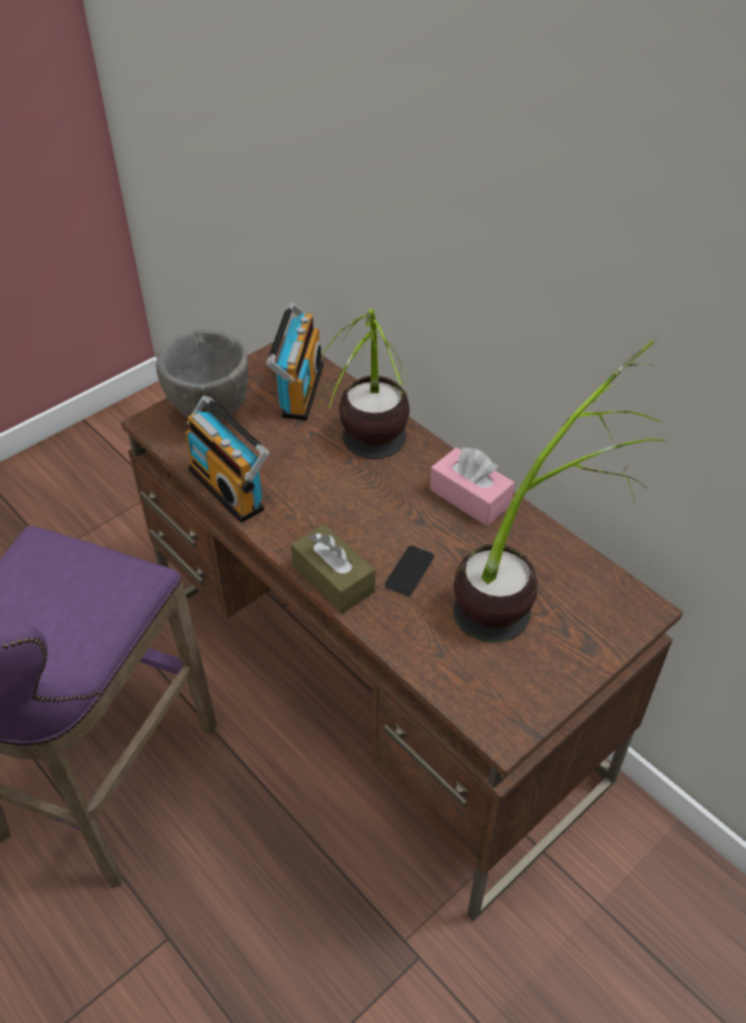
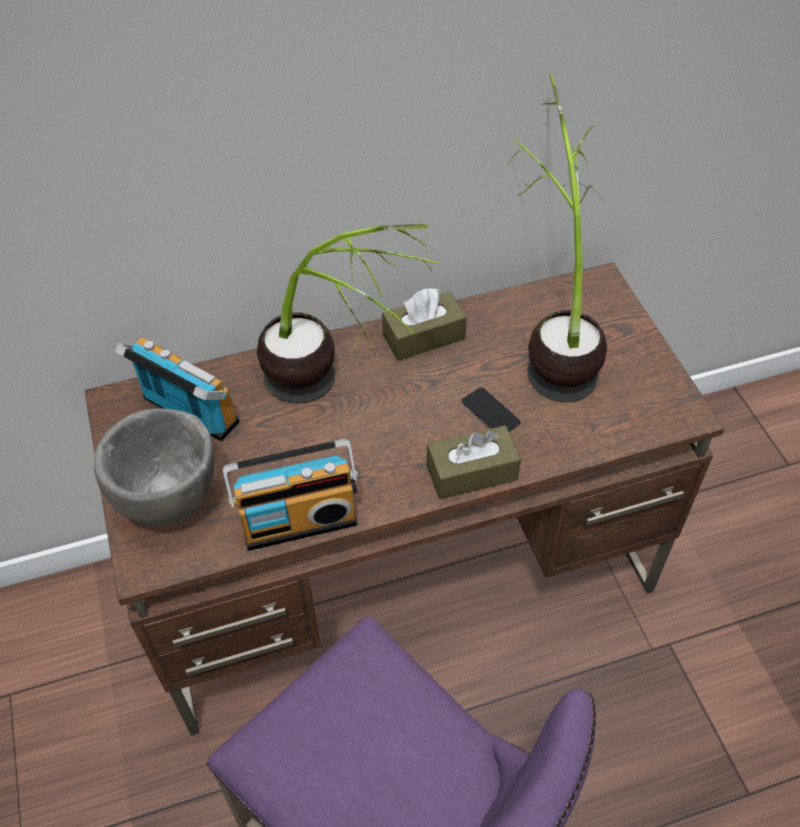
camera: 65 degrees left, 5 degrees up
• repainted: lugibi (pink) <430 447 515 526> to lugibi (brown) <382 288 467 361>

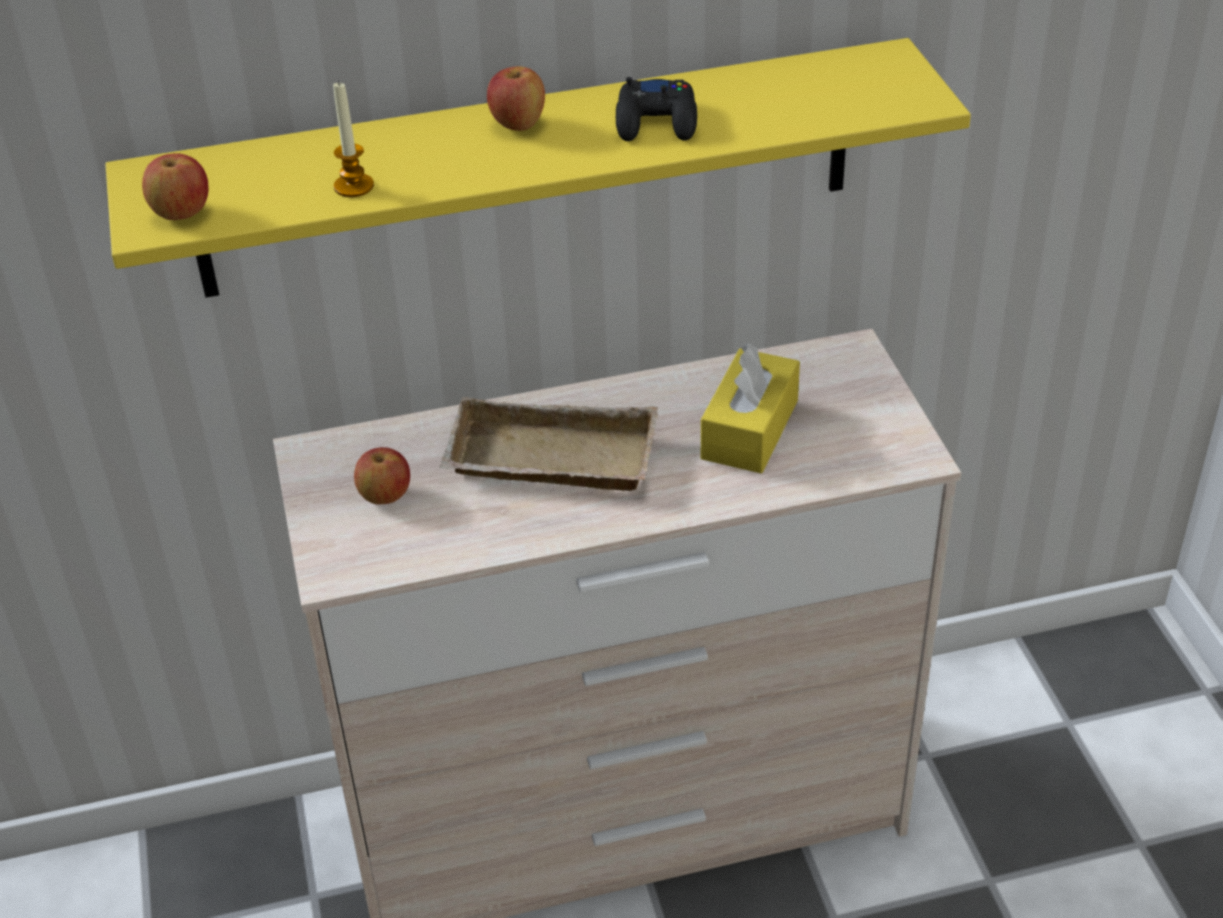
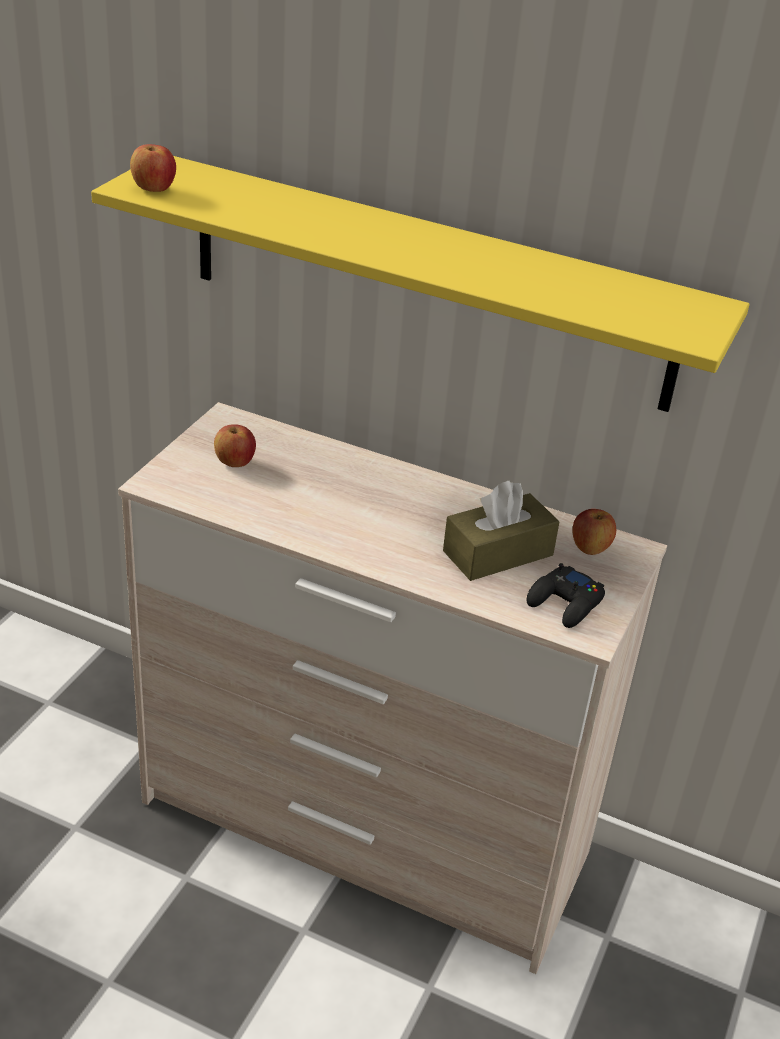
camera: 35 degrees right, 5 degrees down
• gone: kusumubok <333 81 374 197>
• gone: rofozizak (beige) <440 397 658 491>
• shifted: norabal <487 66 545 131> to <573 509 616 555>
• shifted: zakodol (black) <616 77 697 141> to <527 563 605 628>
• repainted: lugibi (yellow) <701 343 800 473> to lugibi (brown) <443 481 560 581>

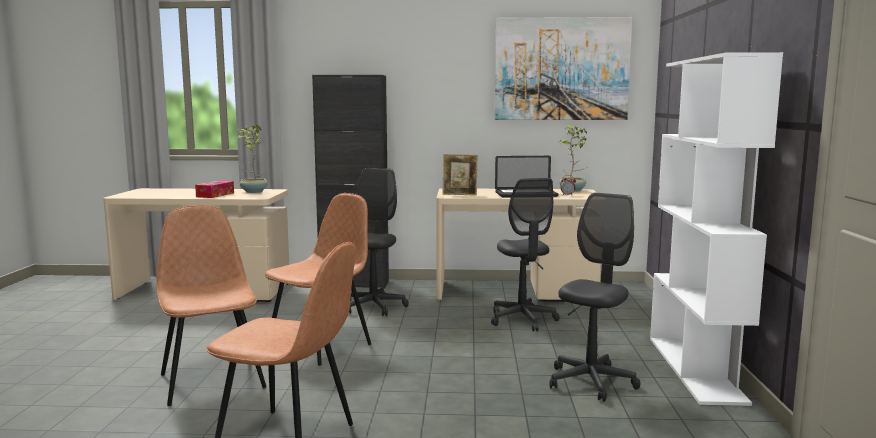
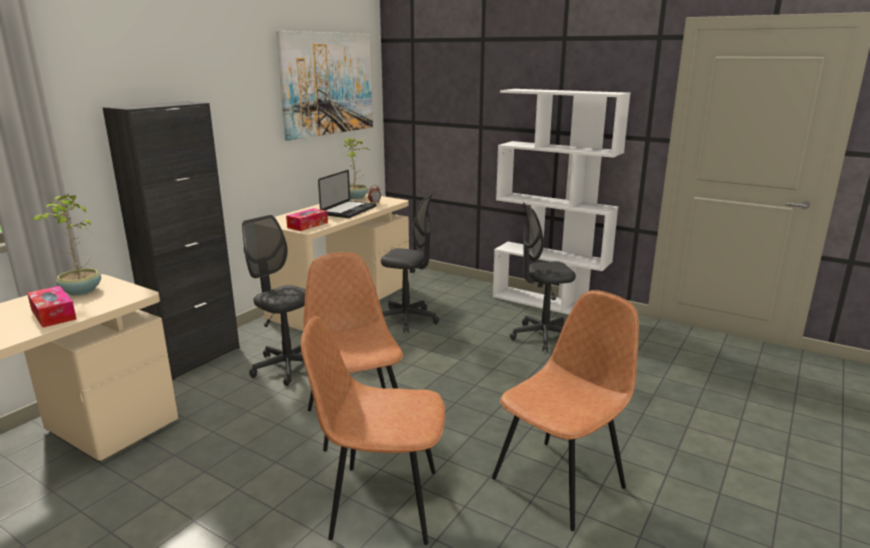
camera: 60 degrees left, 10 degrees up
• swapped: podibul <442 154 478 195> to lugibi <286 208 328 231>
• rotated: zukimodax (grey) <549 193 640 402> = <510 202 576 352> 75 degrees counterclockwise

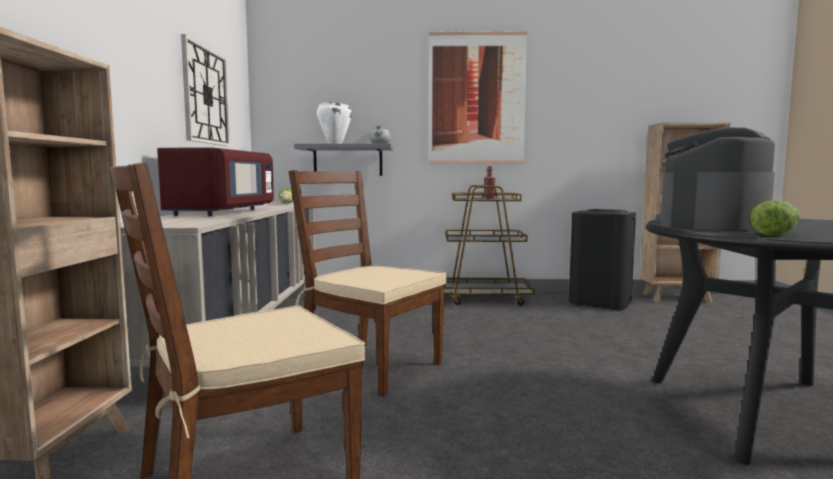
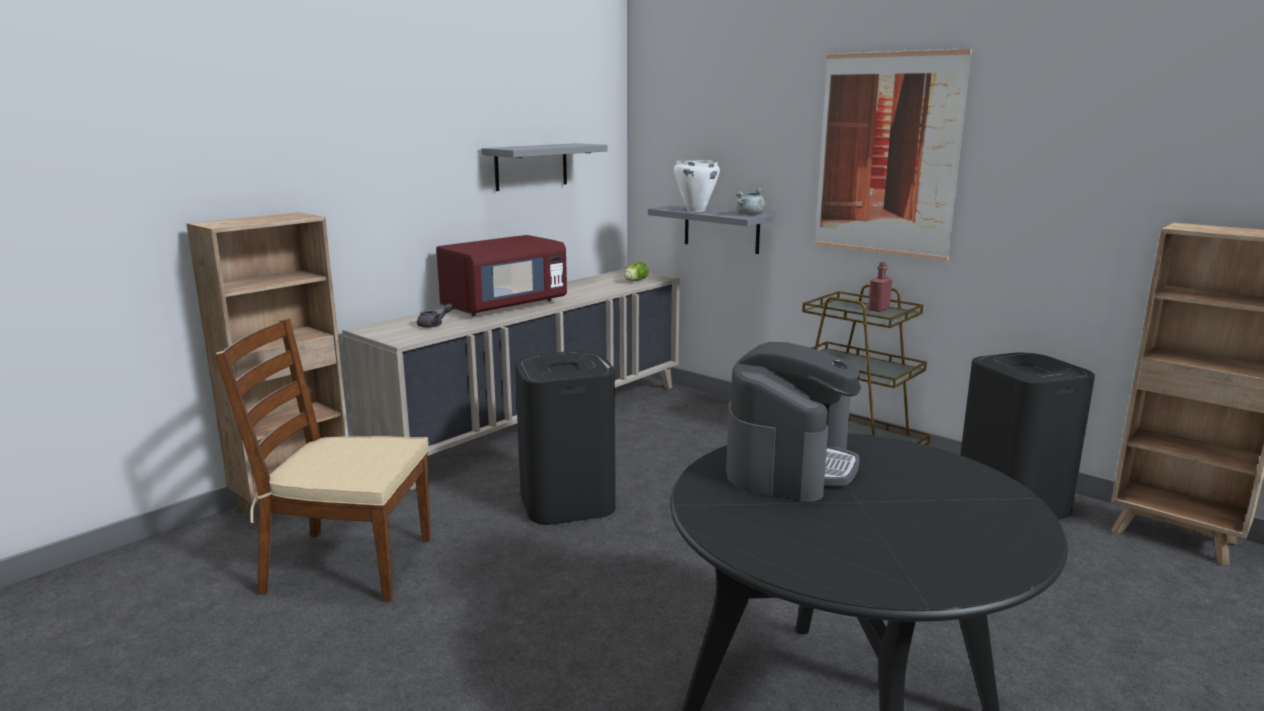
camera: 40 degrees right, 10 degrees up
• swapped: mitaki <181 34 230 146> to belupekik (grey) <481 143 608 191>
• swapped: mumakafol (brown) <289 170 447 396> to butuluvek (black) <515 350 616 525>
• rotated: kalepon <656 127 775 230> = <726 342 861 502> 120 degrees clockwise
• gone: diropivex <750 200 800 236>
• new: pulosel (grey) <417 304 453 328>

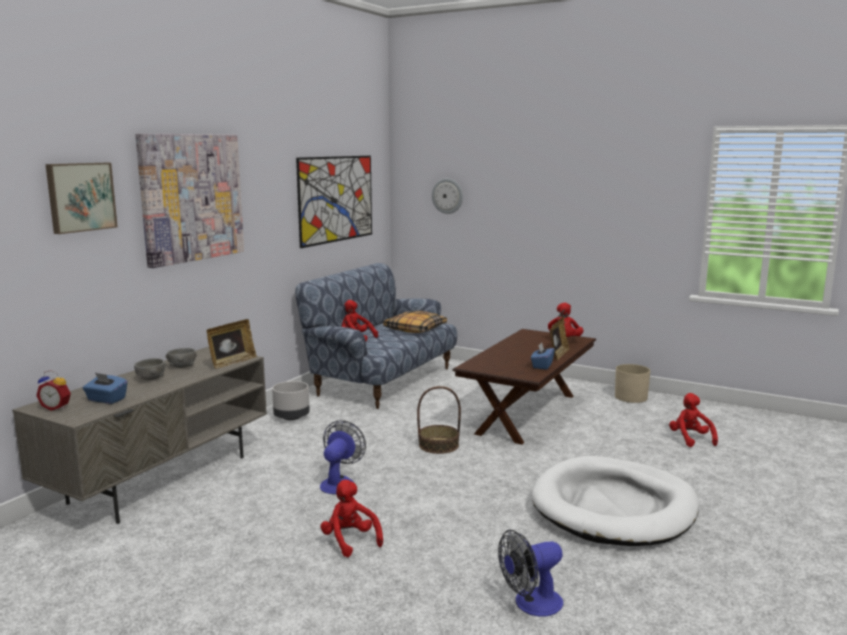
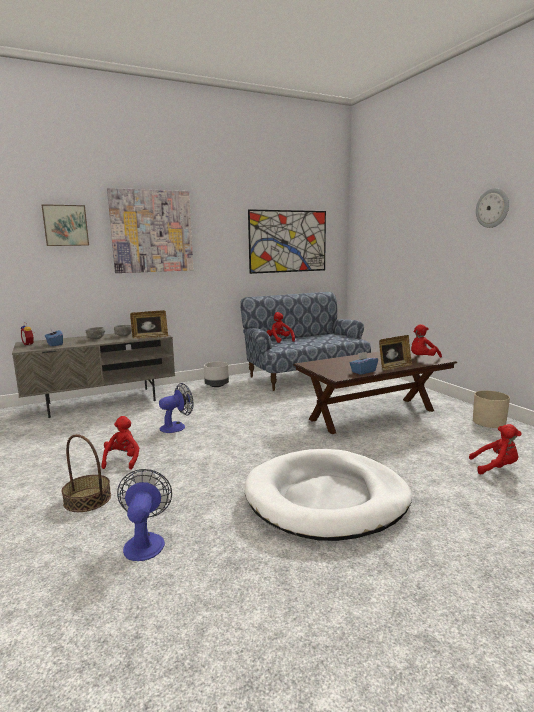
camera: 35 degrees right, 0 degrees up
• gone: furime <383 311 447 333>
• shifted: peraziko <417 386 461 454> to <61 434 111 512>
• shifted: mitaki <432 178 463 214> to <476 188 509 228>
• rotated: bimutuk <498 530 563 616> = <117 469 172 561> 75 degrees clockwise
• rotated: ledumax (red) <669 393 718 447> = <469 424 522 474> 75 degrees clockwise

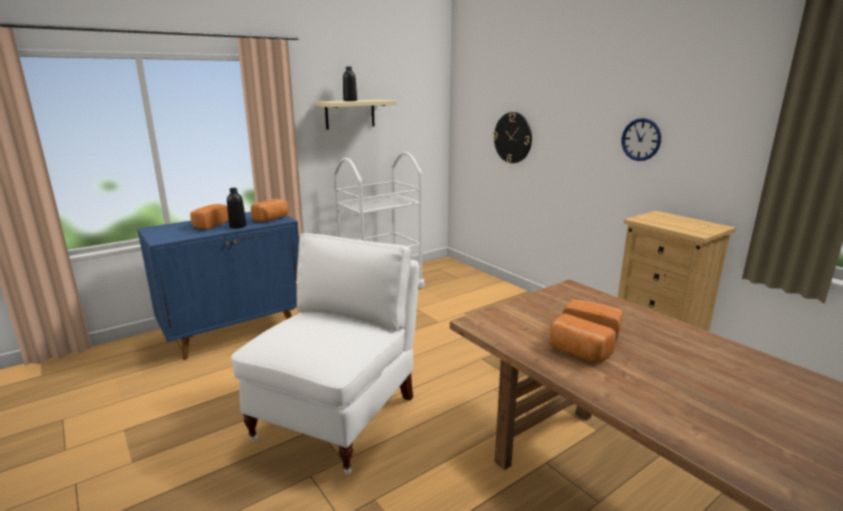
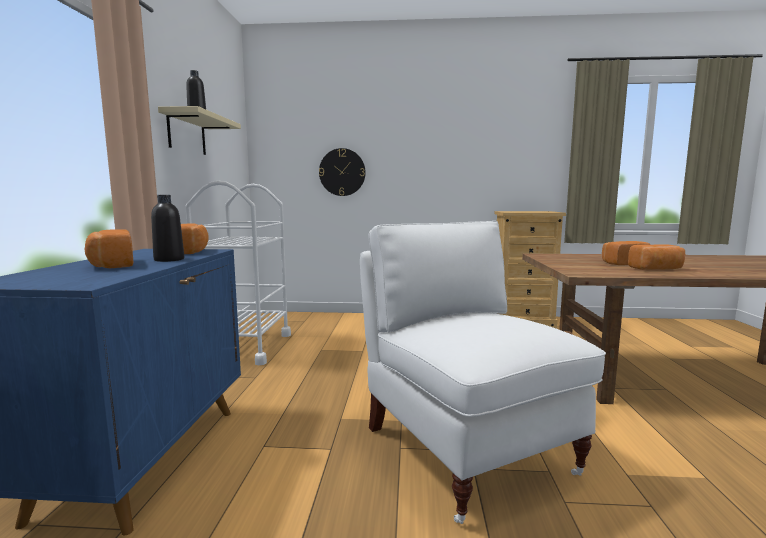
camera: 50 degrees left, 10 degrees down
• gone: mitaki <622 118 661 161>

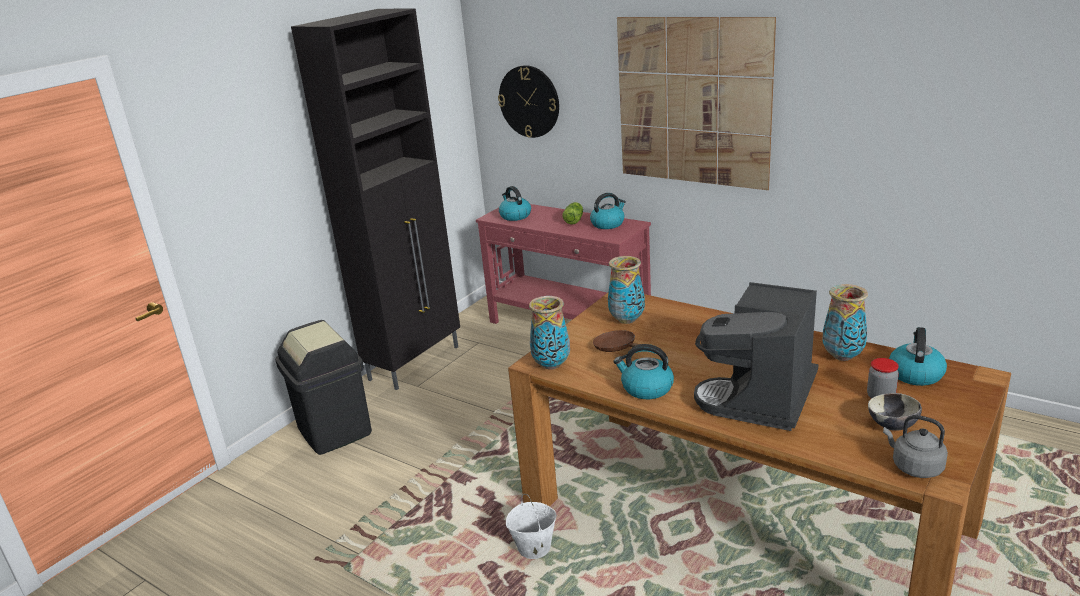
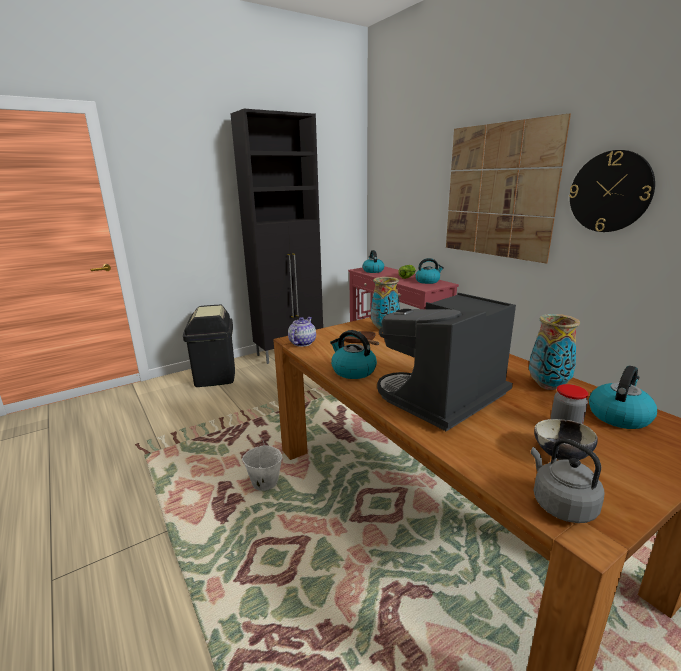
camera: 20 degrees right, 5 degrees down
• shifted: mitaki <498 65 559 138> to <569 150 655 232>
• swapped: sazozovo <529 296 570 370> to pulosel <288 317 316 347>

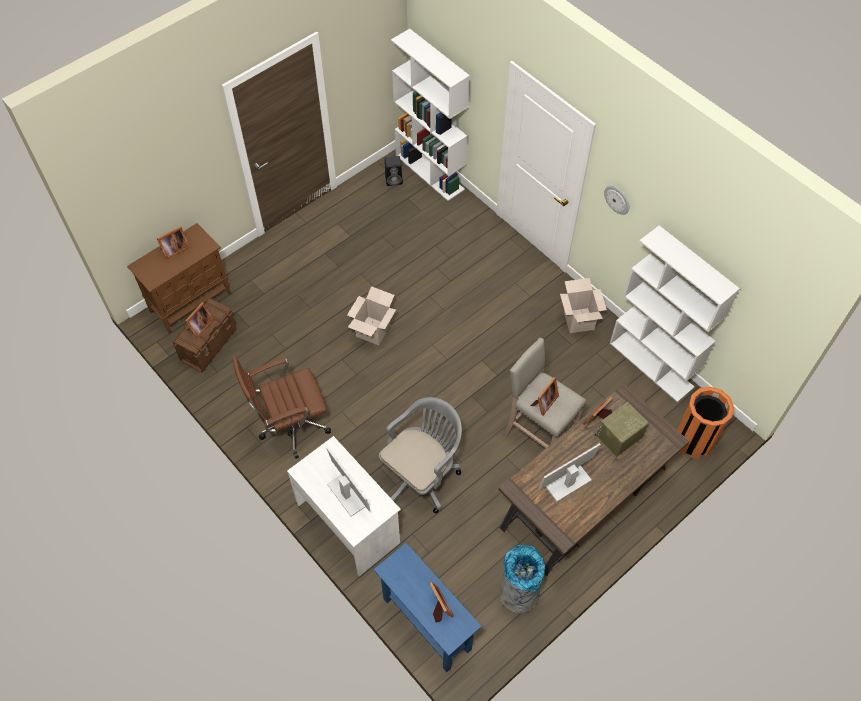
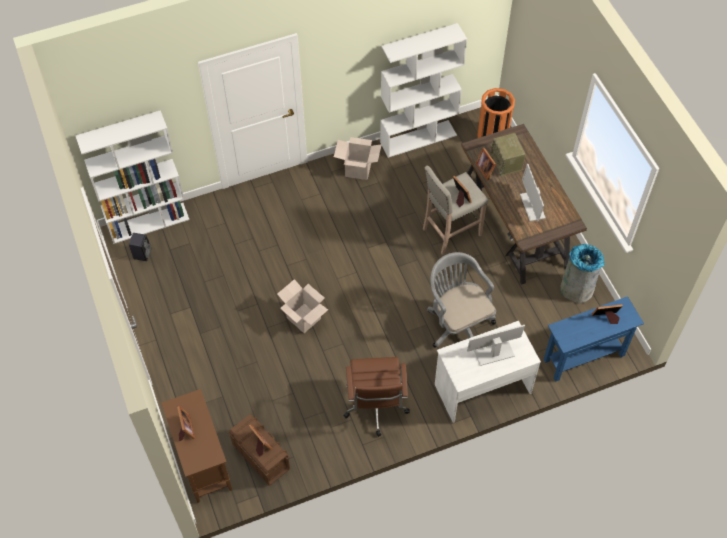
camera: 70 degrees left, 0 degrees up
• gone: mitaki <604 186 629 215>

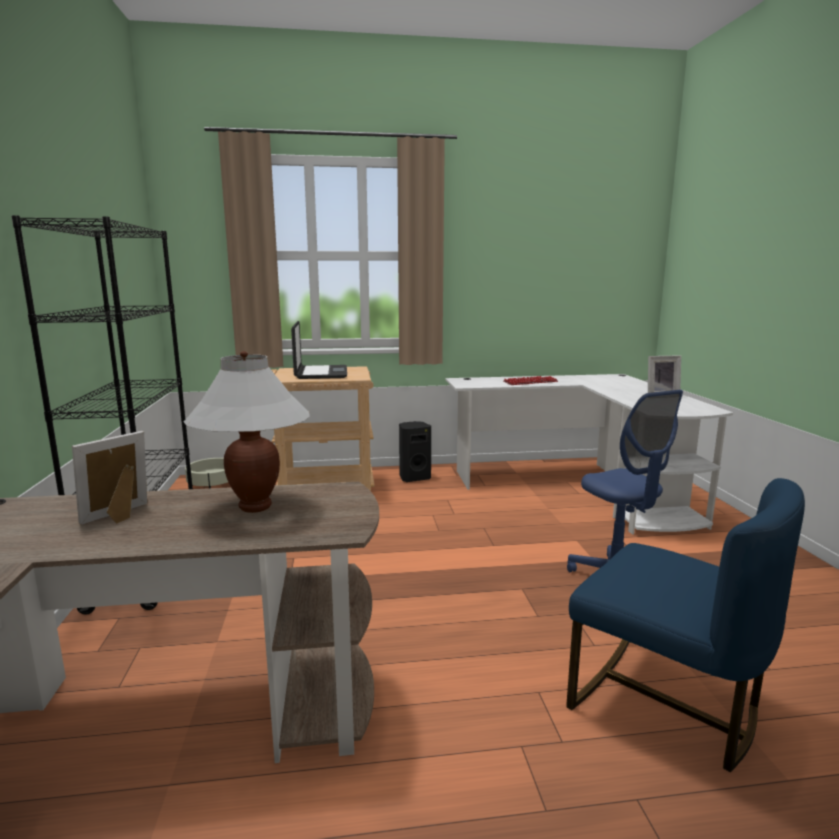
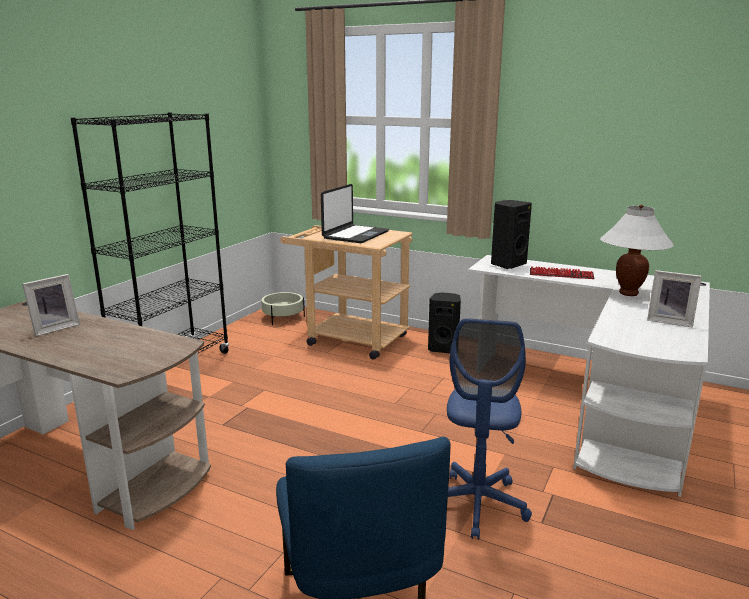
camera: 35 degrees right, 5 degrees up
• rotated: podibul <72 431 147 524> = <22 274 80 336> 150 degrees clockwise
• shifted: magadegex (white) <184 351 310 513> to <600 205 673 296>
• new: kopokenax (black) <491 200 532 269>

